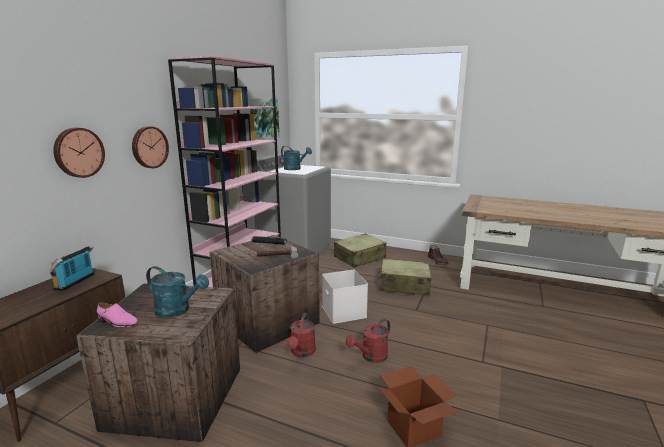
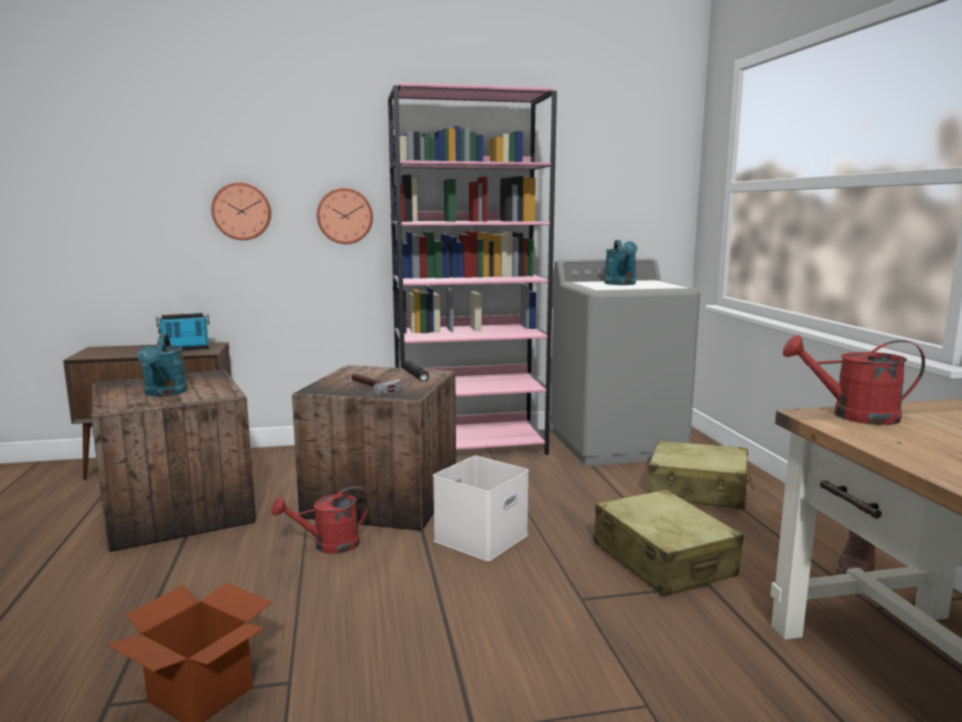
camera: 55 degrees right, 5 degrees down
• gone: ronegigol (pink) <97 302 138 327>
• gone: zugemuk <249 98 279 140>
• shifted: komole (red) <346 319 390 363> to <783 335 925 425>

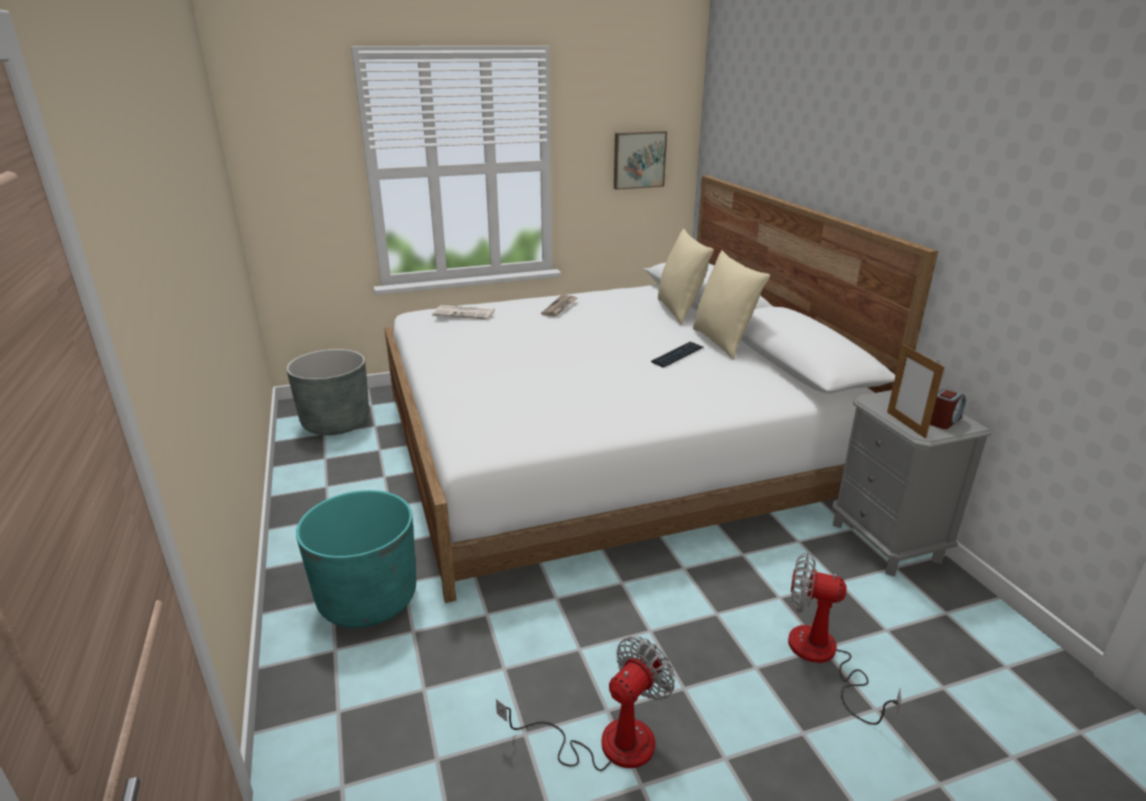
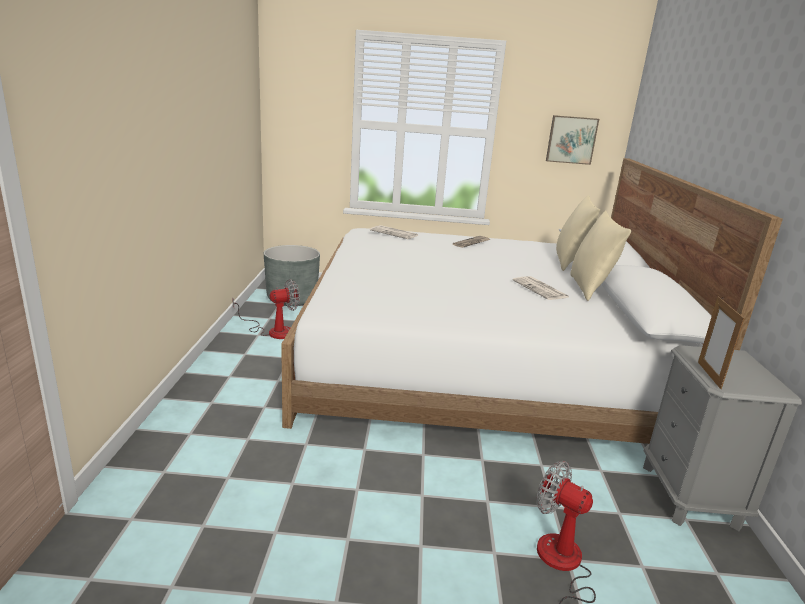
camera: 20 degrees right, 5 degrees down
• gone: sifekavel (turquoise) <296 490 416 628>
• shifted: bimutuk <496 637 675 771> to <232 279 300 339>
• swapped: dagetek <651 341 703 368> to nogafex <513 276 568 300>
• gone: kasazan <930 389 966 429>

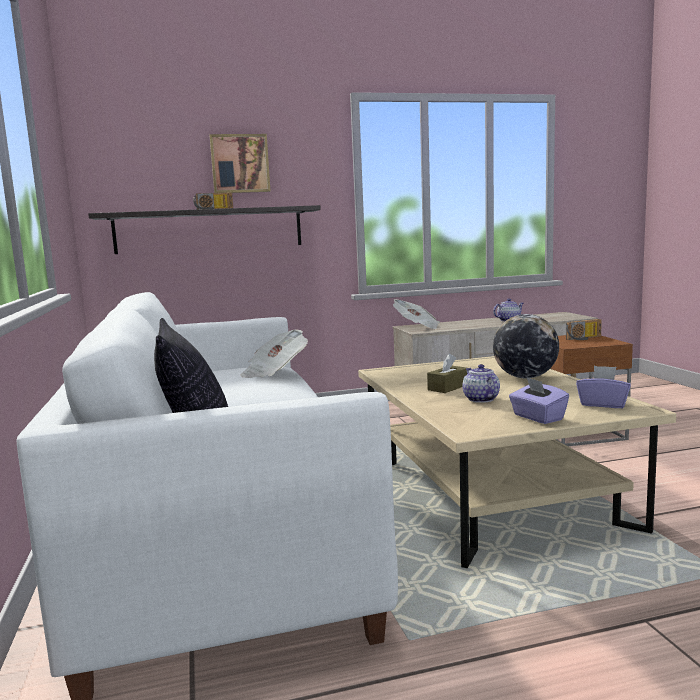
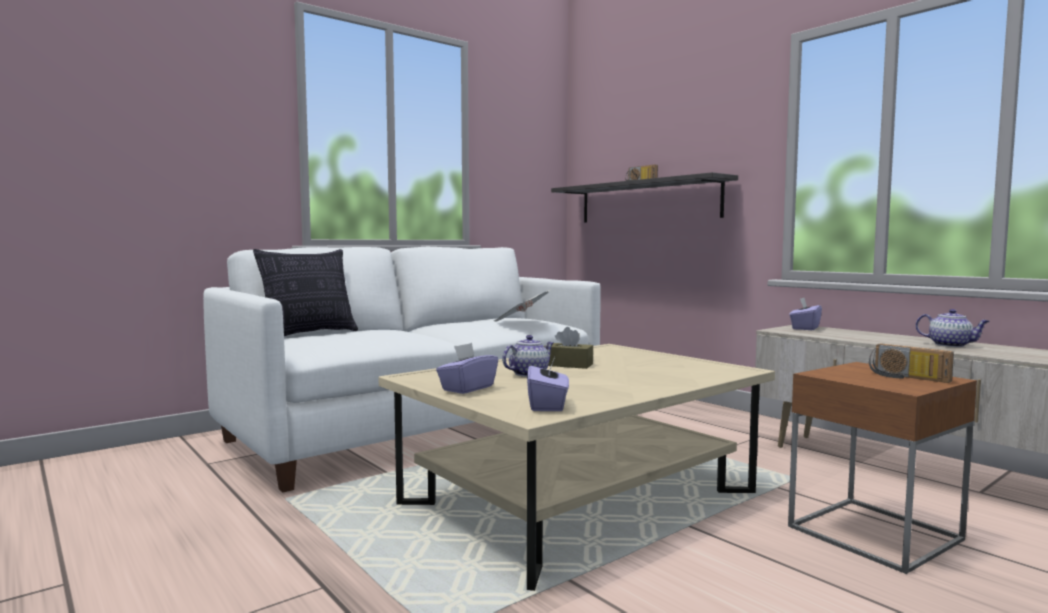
camera: 65 degrees right, 5 degrees down
• gone: zugemuk <209 134 270 193>
• swapped: nogafex <393 299 440 329> to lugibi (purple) <790 298 822 330>
• gone: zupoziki <493 314 559 378>

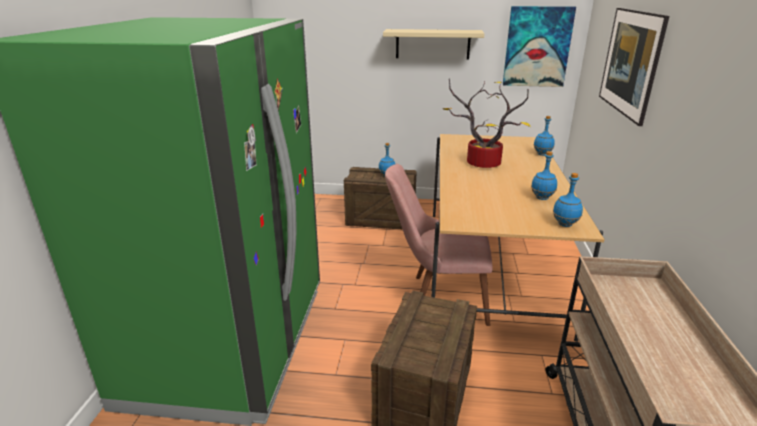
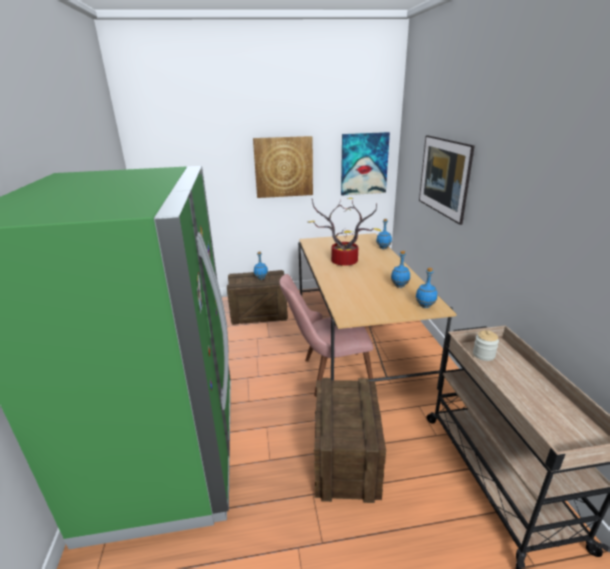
camera: 15 degrees left, 0 degrees up
• swapped: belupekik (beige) <383 29 485 60> to zugemuk <253 136 313 198>
• new: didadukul <473 330 499 361>

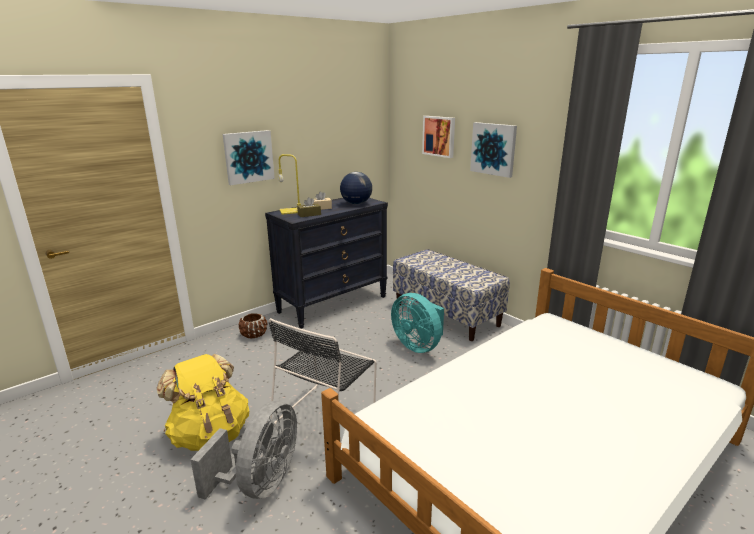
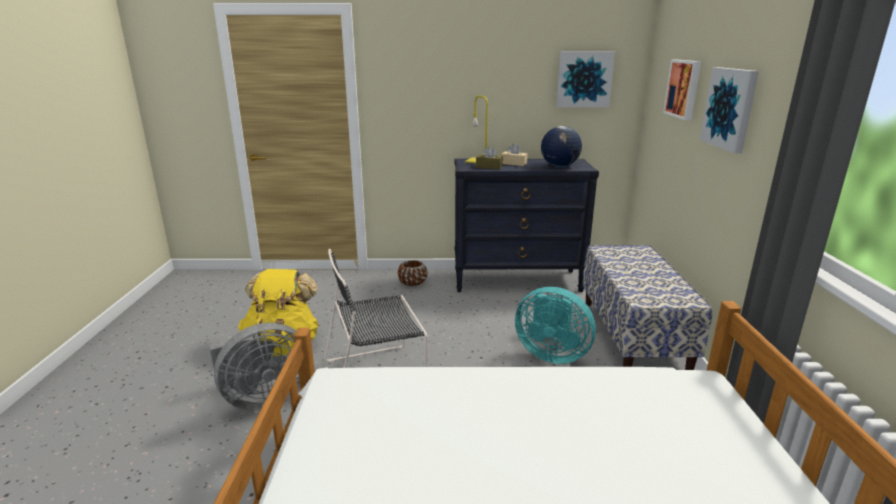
camera: 40 degrees right, 0 degrees up
• shifted: zugemuk <223 130 275 185> to <556 51 615 107>
• rotated: bimutuk (turquoise) <391 293 444 353> = <515 287 596 364> 60 degrees counterclockwise

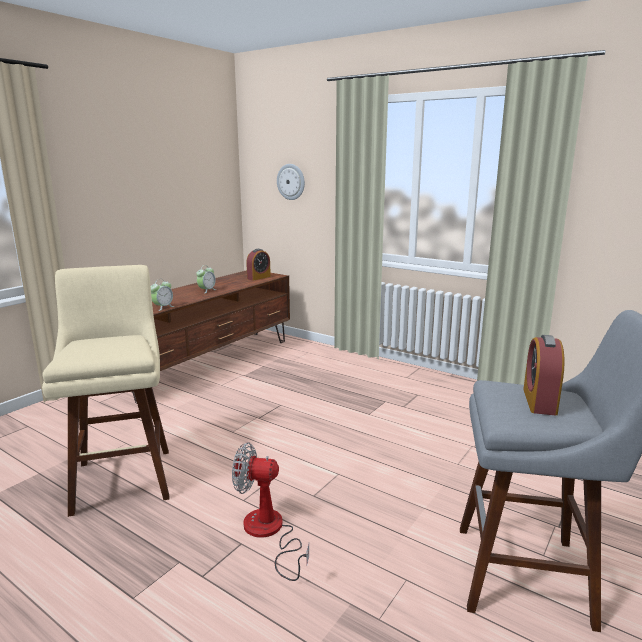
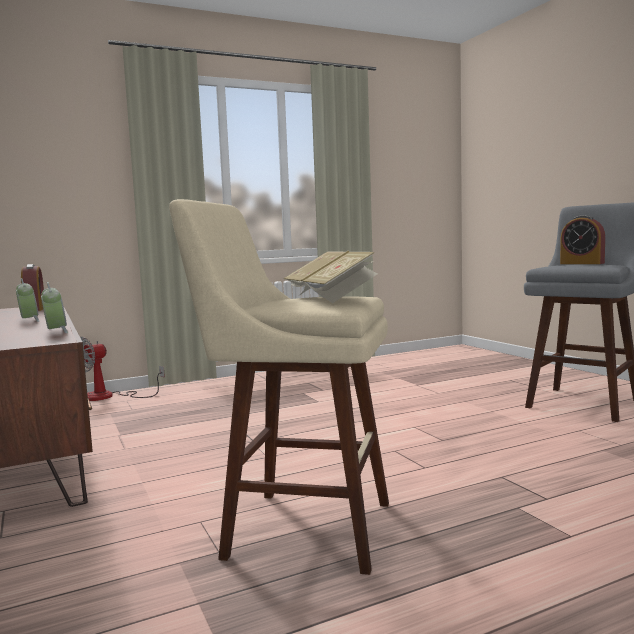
camera: 60 degrees left, 10 degrees down
• shifted: bimutuk <232 442 309 581> to <80 337 165 401>
• gone: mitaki <277 164 305 200>
• new: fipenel <284 251 378 303>

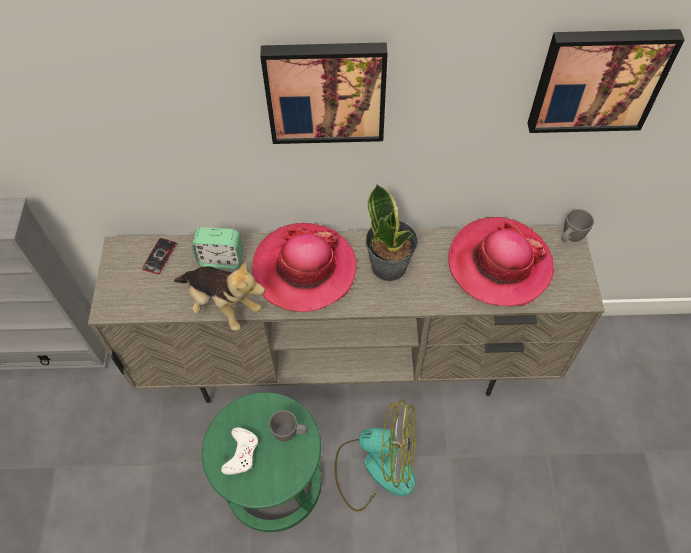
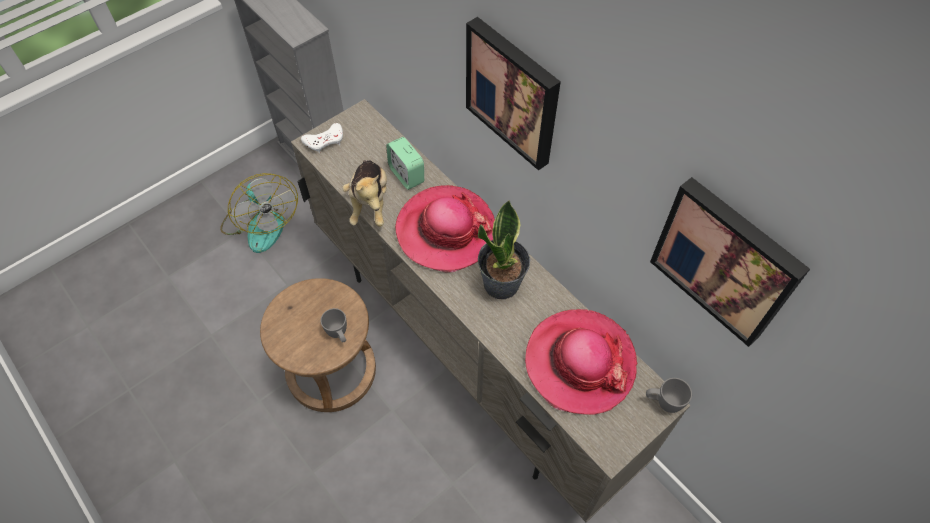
camera: 50 degrees right, 0 degrees up
• gone: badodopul <142 238 177 274>
• repainted: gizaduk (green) <202 392 321 532> to gizaduk (brown) <260 278 376 412>
• shifted: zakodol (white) <221 427 258 475> to <301 123 343 153>
• shifted: bimutuk <335 399 416 512> to <220 173 298 253>

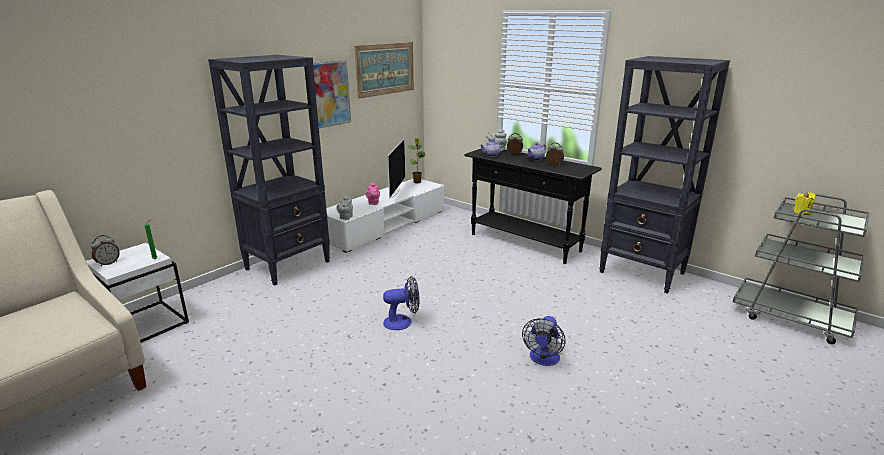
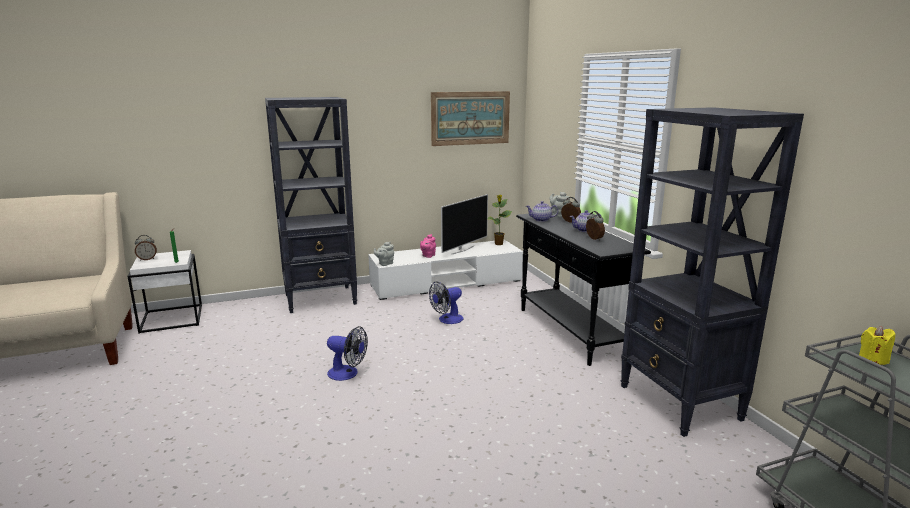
camera: 30 degrees right, 5 degrees down
• gone: zugemuk <313 60 351 128>
• shifted: bimutuk <522 316 566 366> to <429 281 463 324>

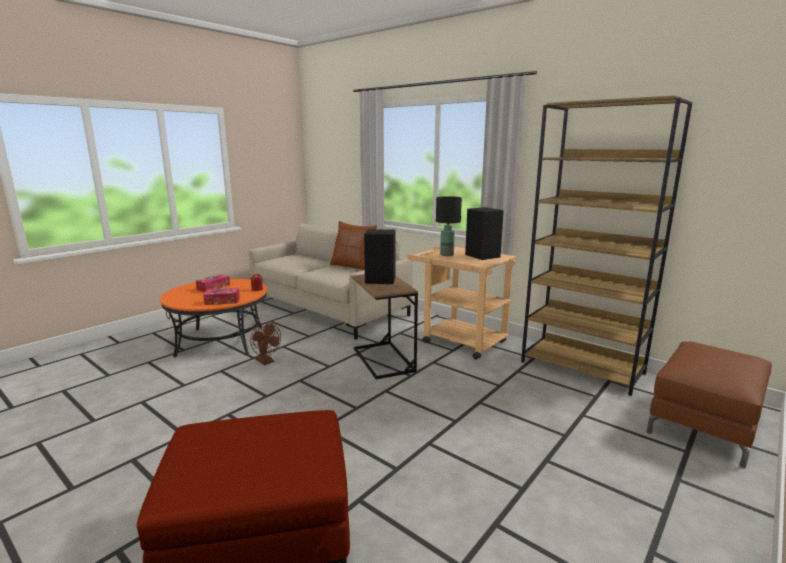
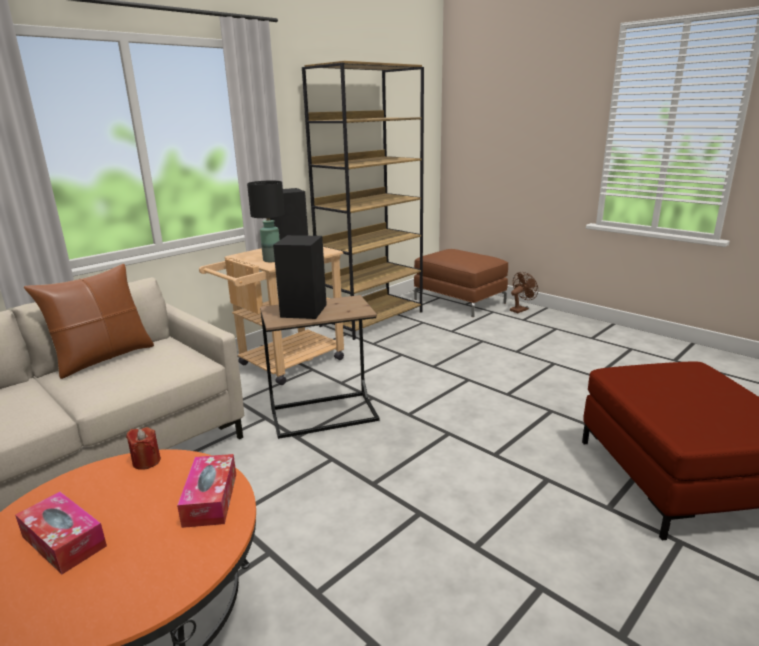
camera: 85 degrees left, 5 degrees up
• shifted: bimutuk (brown) <250 323 281 365> to <510 272 538 313>

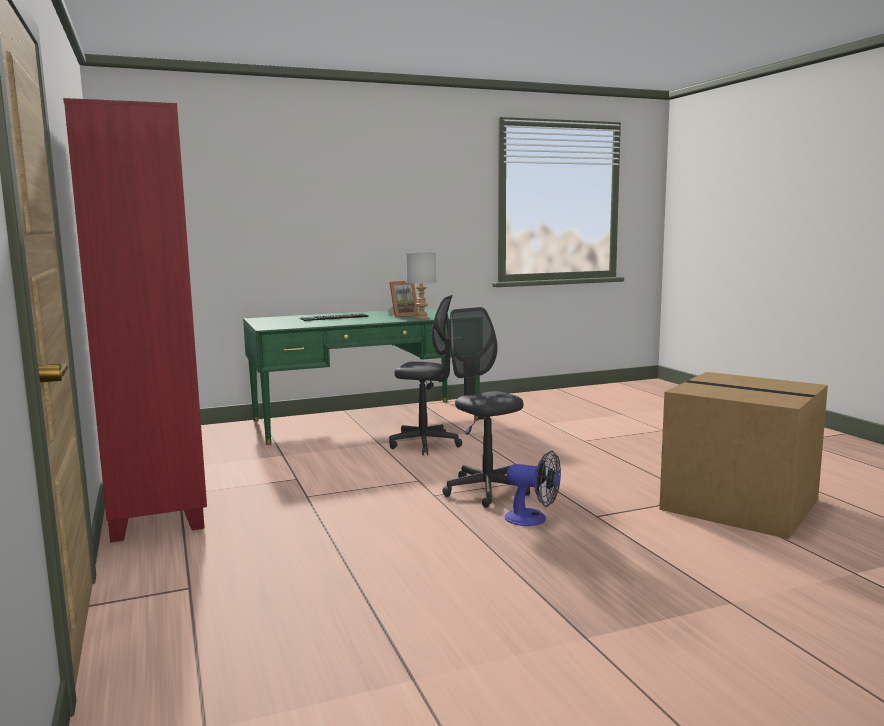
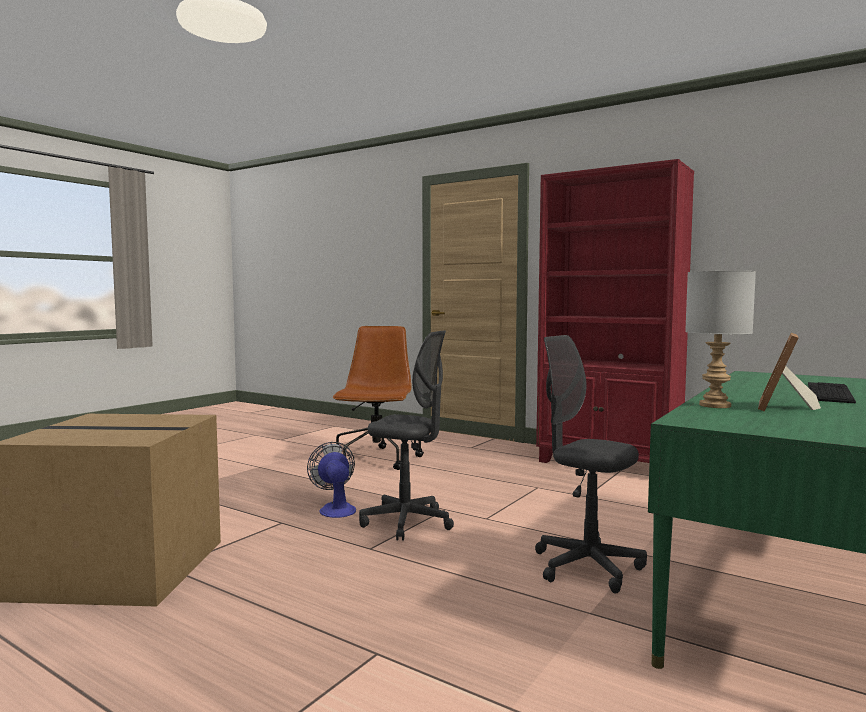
camera: 145 degrees right, 5 degrees down
• rotated: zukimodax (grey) <389 295 462 455> = <535 335 647 594> 60 degrees clockwise
• rotated: bimutuk <505 451 561 526> = <307 442 356 518> 75 degrees clockwise
• new: zukimodax (brown) <333 326 424 470>

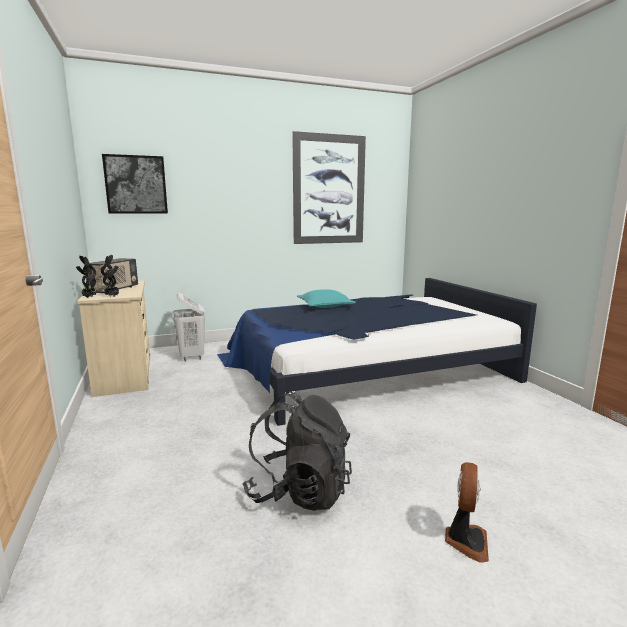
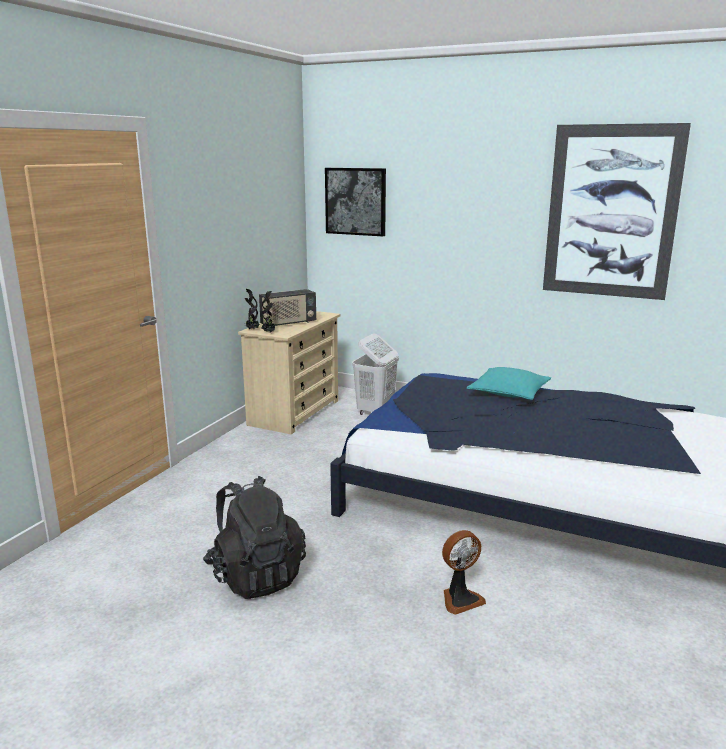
camera: 45 degrees right, 5 degrees up
• shifted: bimutuk <445 462 489 563> to <442 530 486 615>

